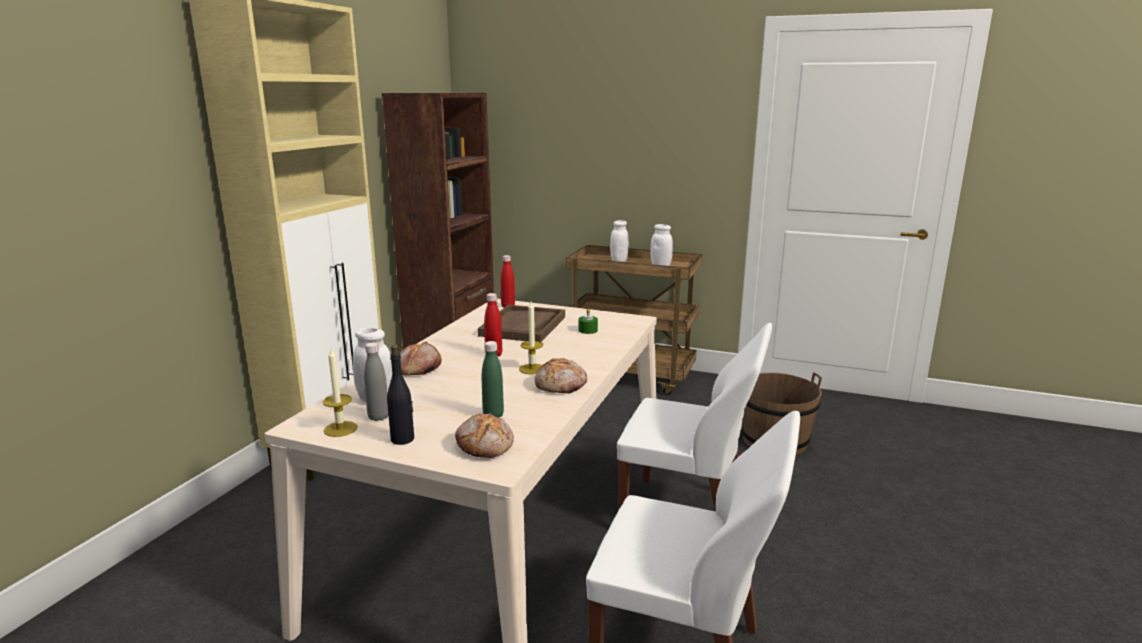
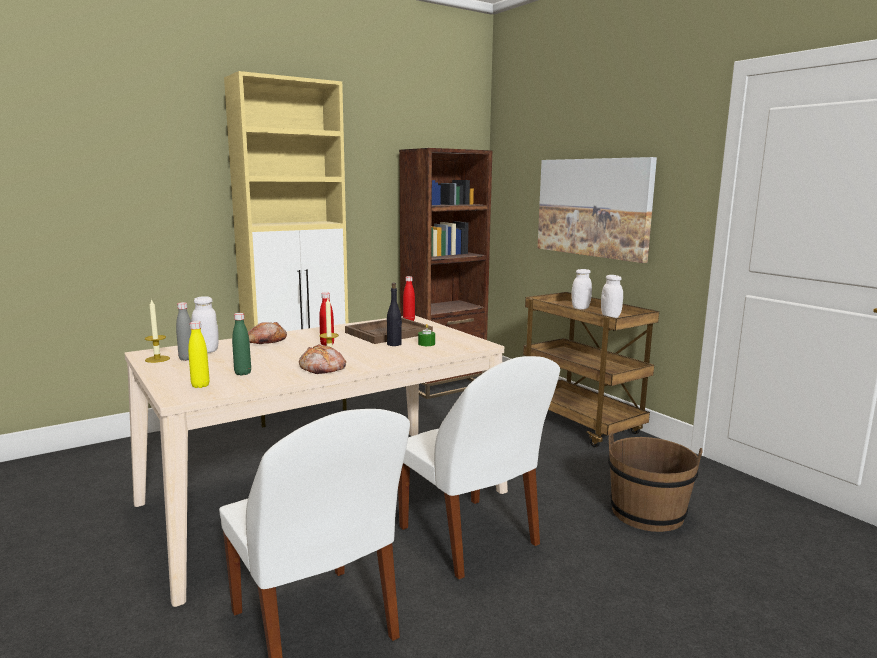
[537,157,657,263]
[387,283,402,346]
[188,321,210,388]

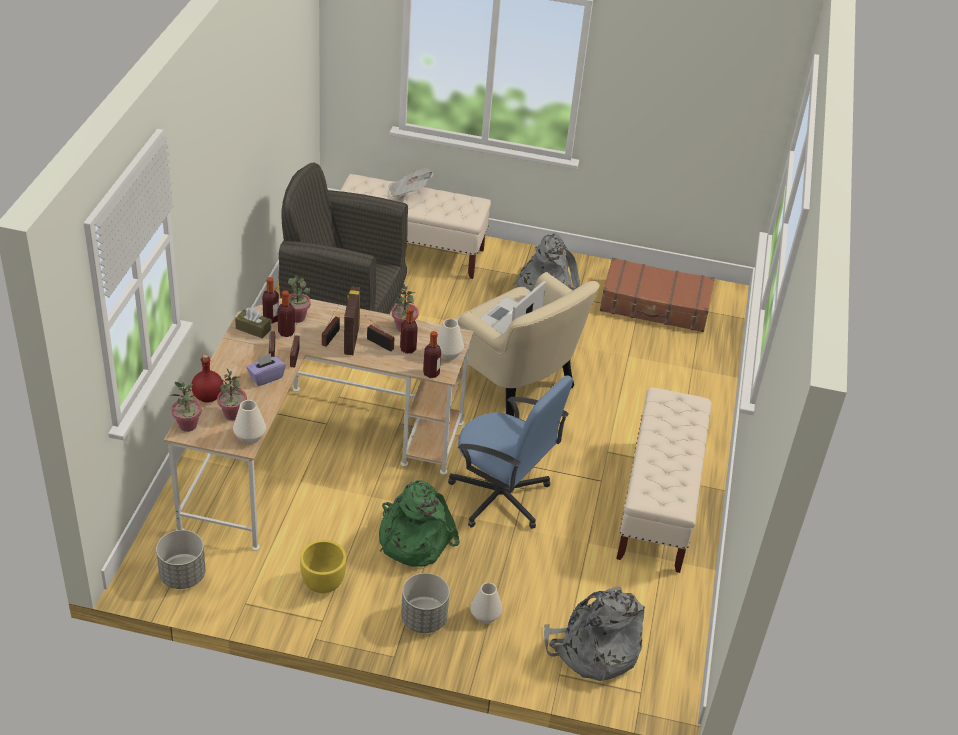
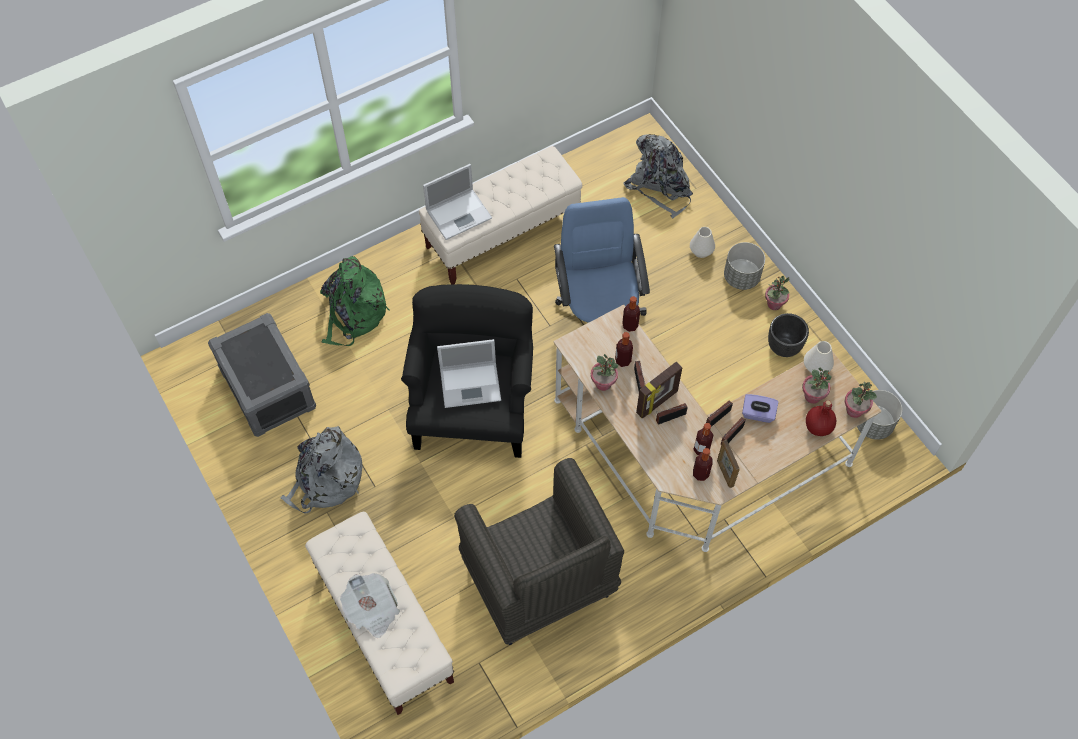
[437,319,464,360] (first image)
[423,164,492,240]
[765,276,789,310]
[320,256,390,346]
[717,440,740,488]
[208,313,316,437]
[768,313,809,357]
[401,284,533,458]

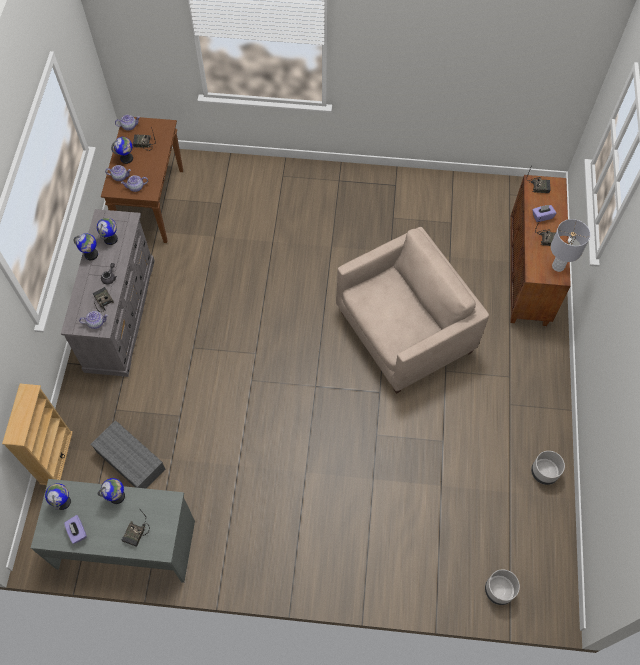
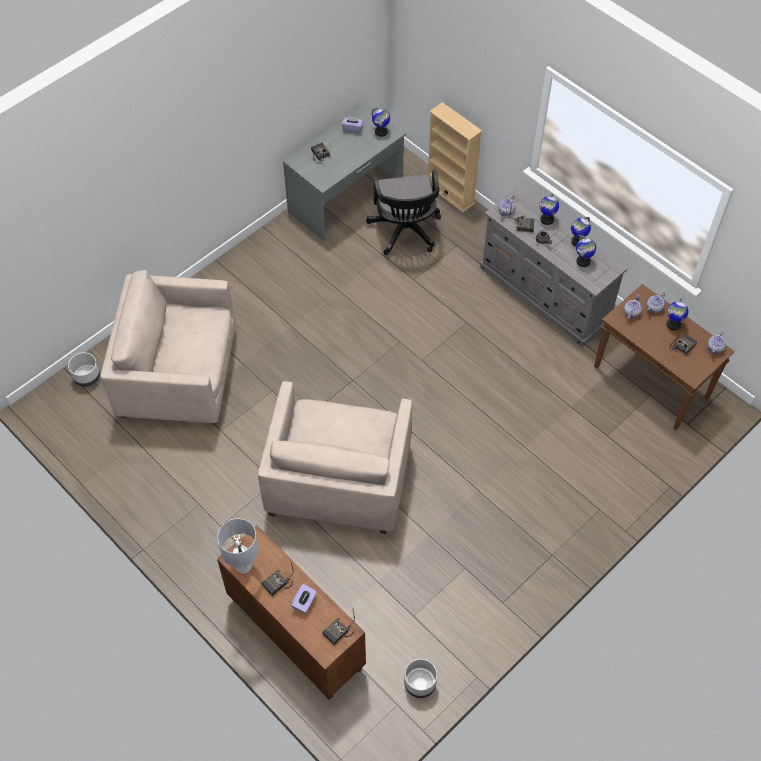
[101,270,236,425]
[540,193,559,225]
[404,659,437,698]
[366,170,441,255]

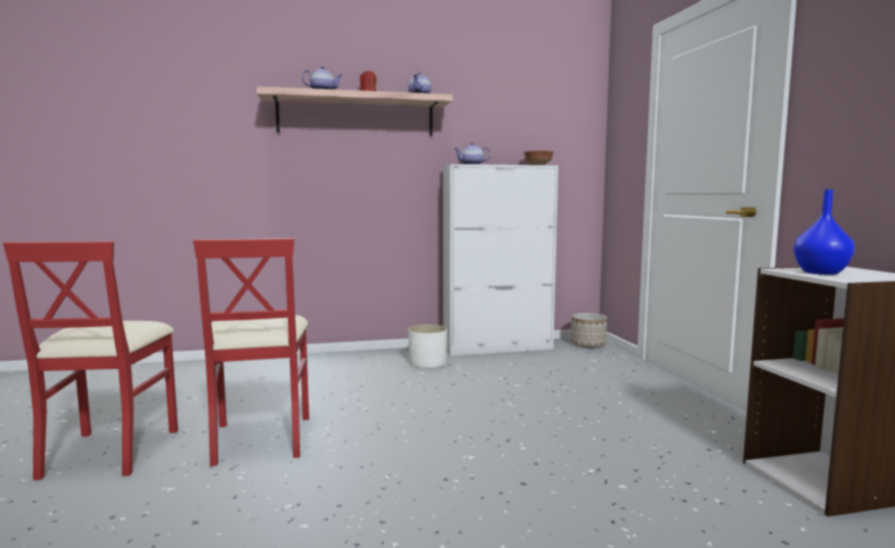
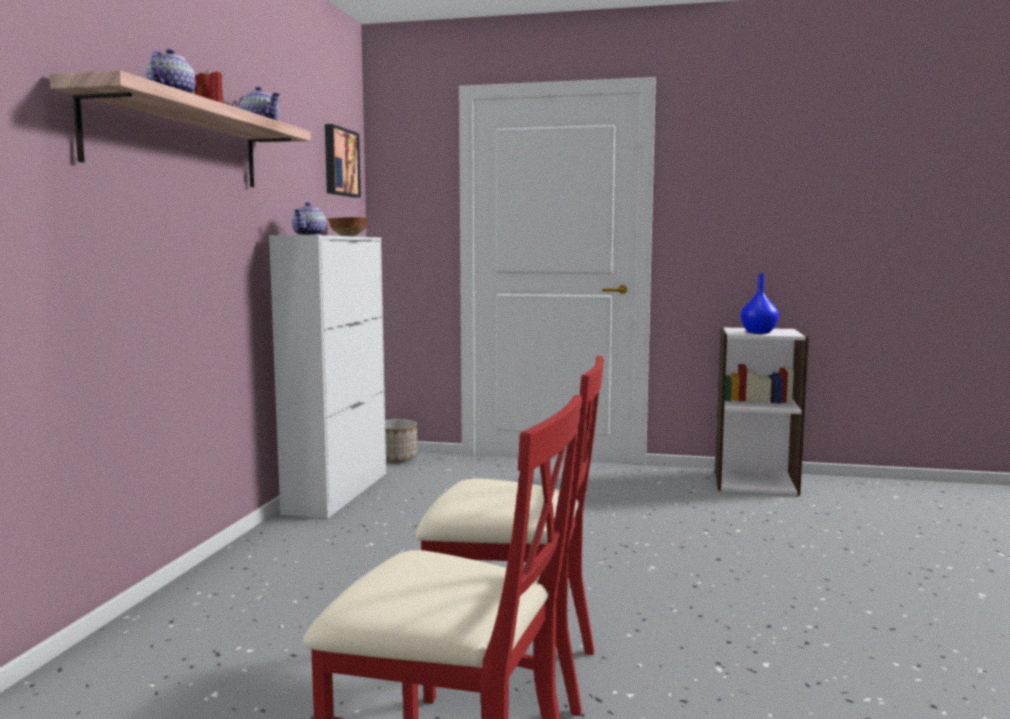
[408,324,447,368] (first image)
[325,124,361,197]

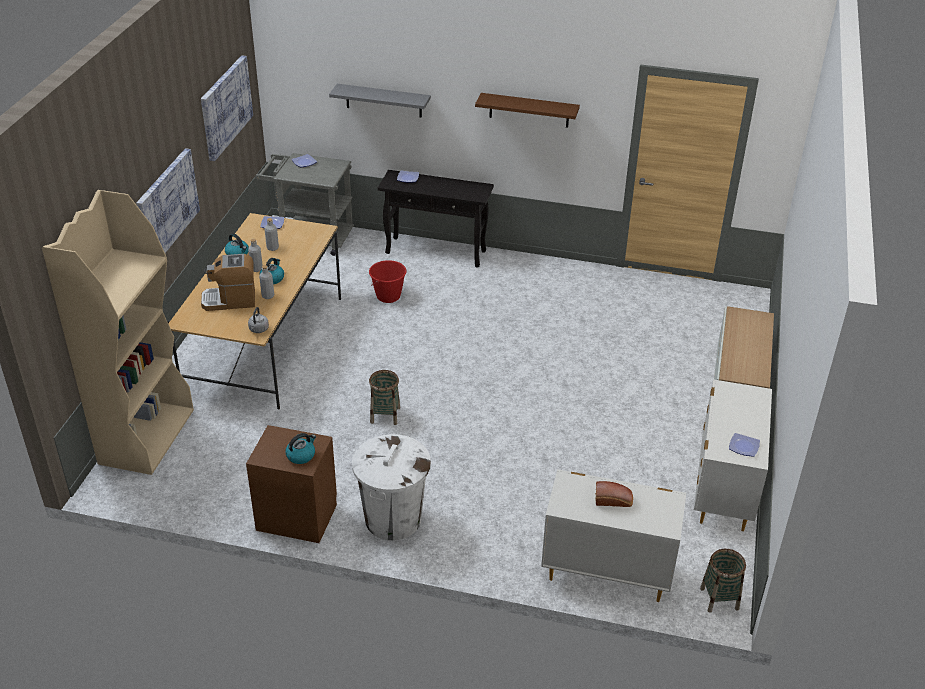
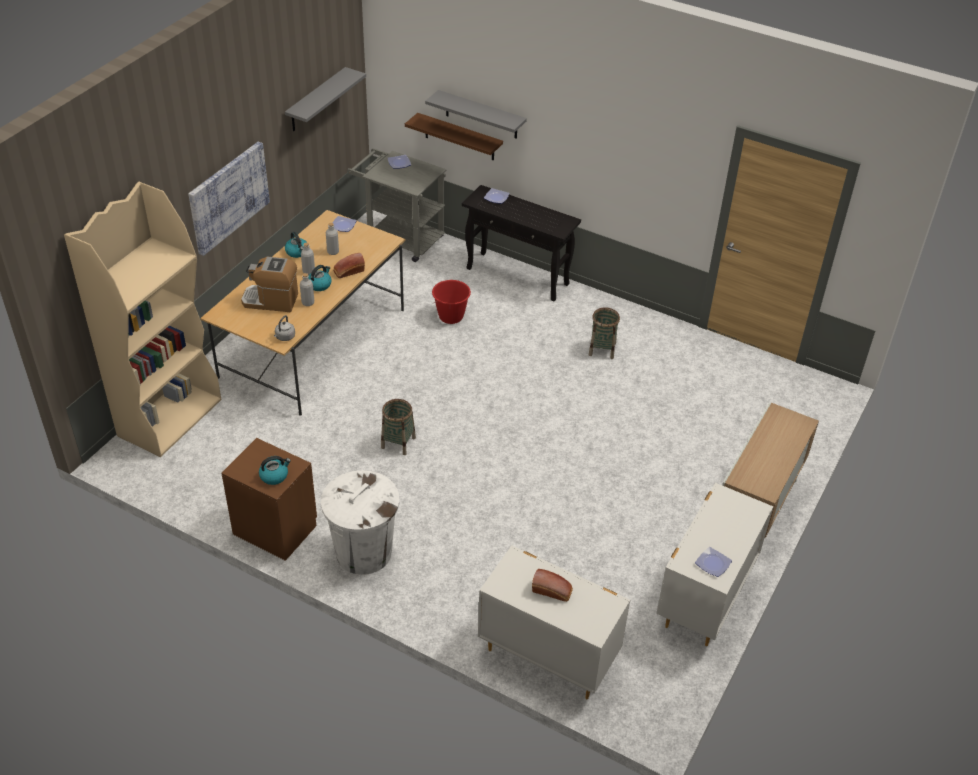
[333,253,365,278]
[405,113,503,161]
[589,307,620,359]
[285,67,366,131]

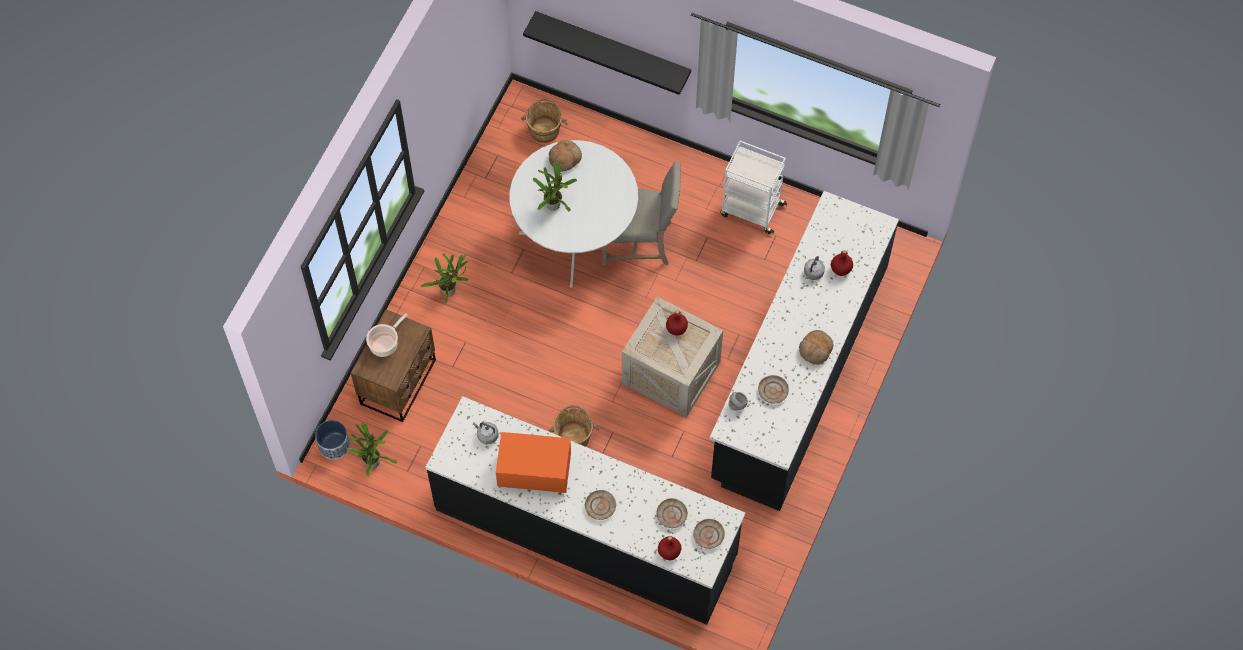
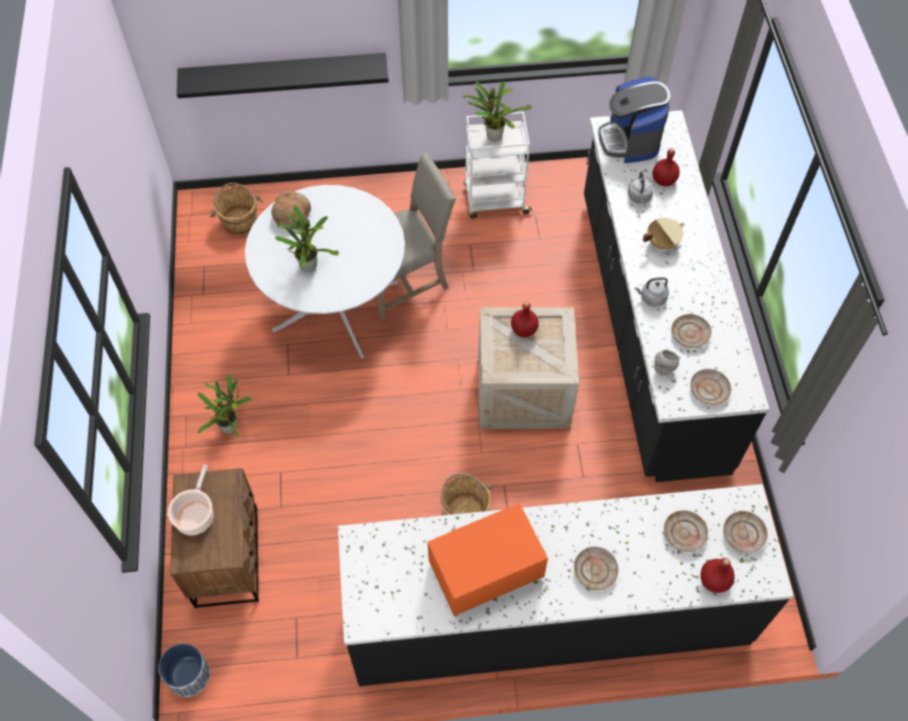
[799,330,834,365] (first image)
[598,77,670,163]
[643,218,685,250]
[690,369,731,405]
[463,81,532,141]
[635,277,669,307]

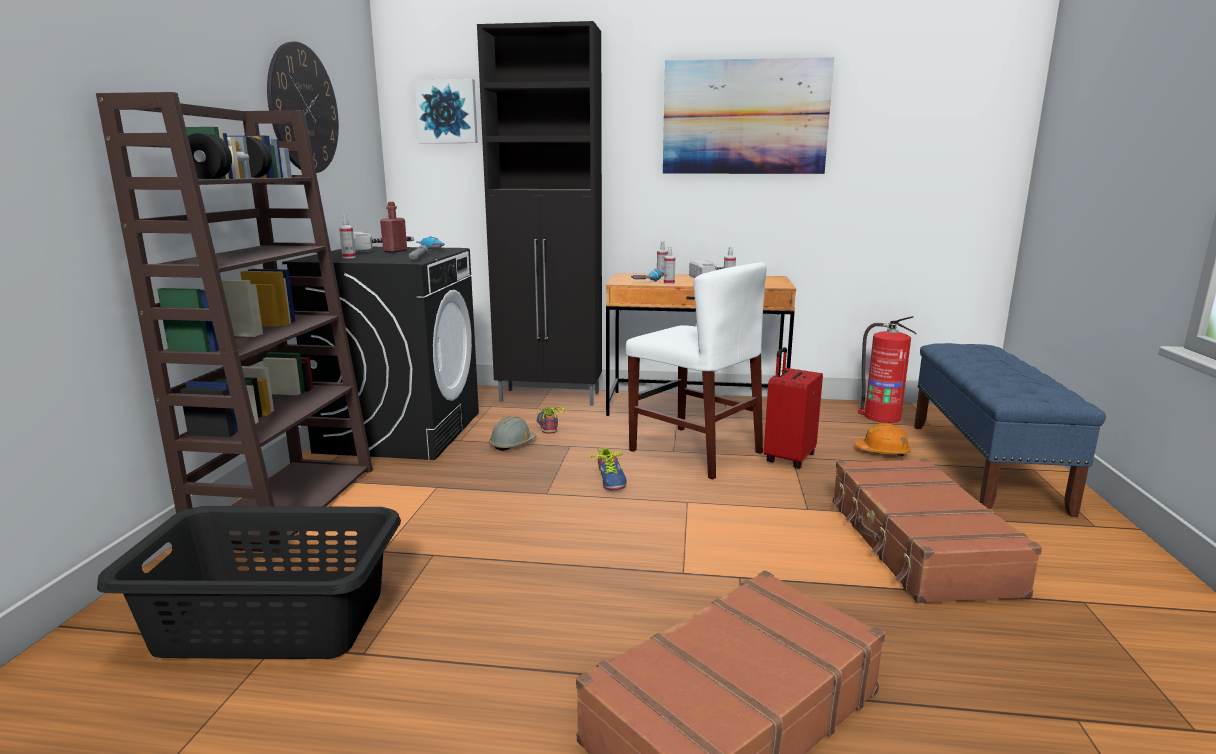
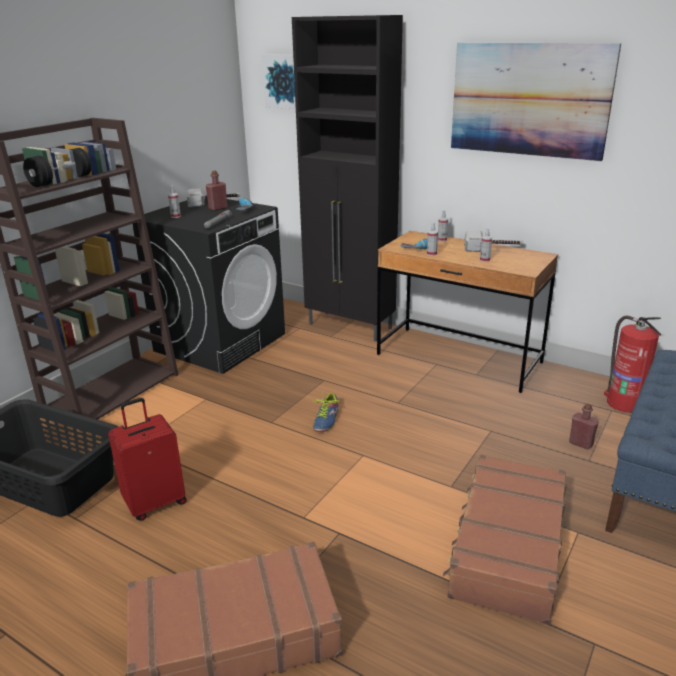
[267,42,339,173] (first image)
[489,416,537,451] (first image)
[537,407,565,434] (first image)
[626,262,767,480] (first image)
[108,398,187,521]
[569,403,599,449]

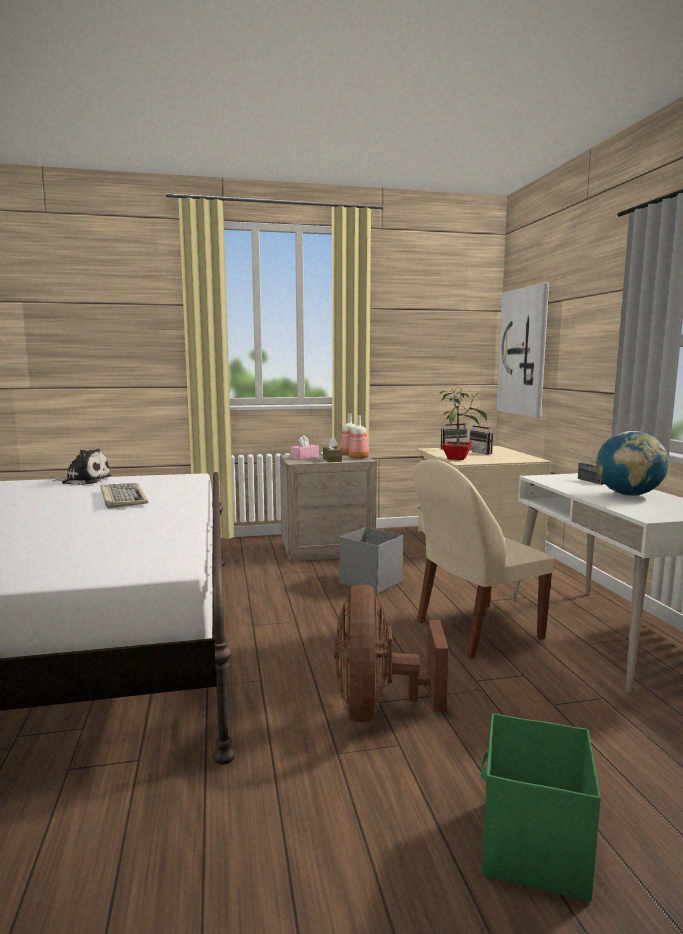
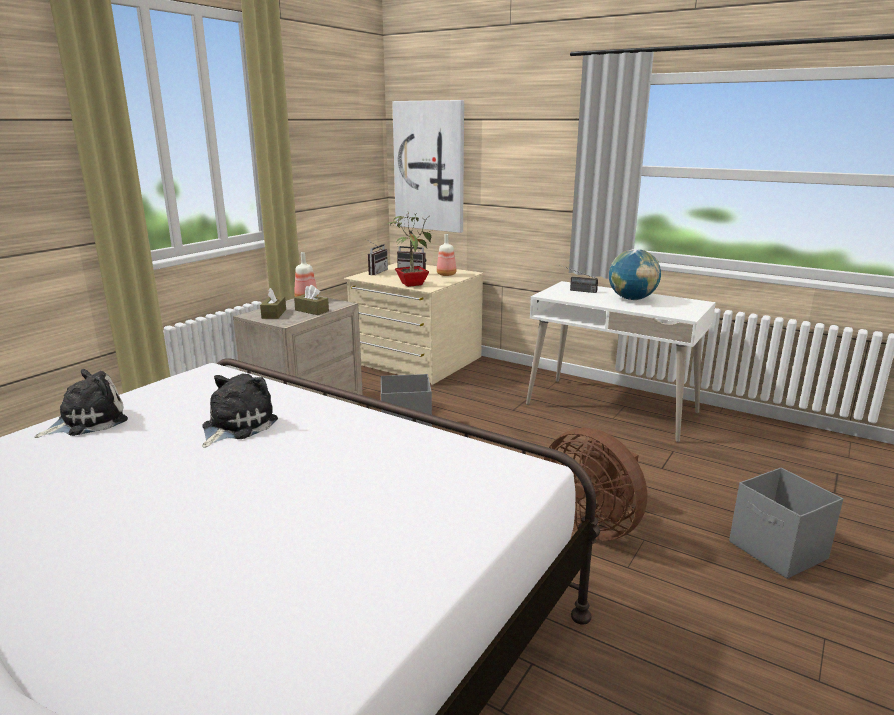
[412,460,554,659] (first image)
[437,234,456,276]
[202,373,278,448]
[260,288,286,319]
[729,468,843,579]

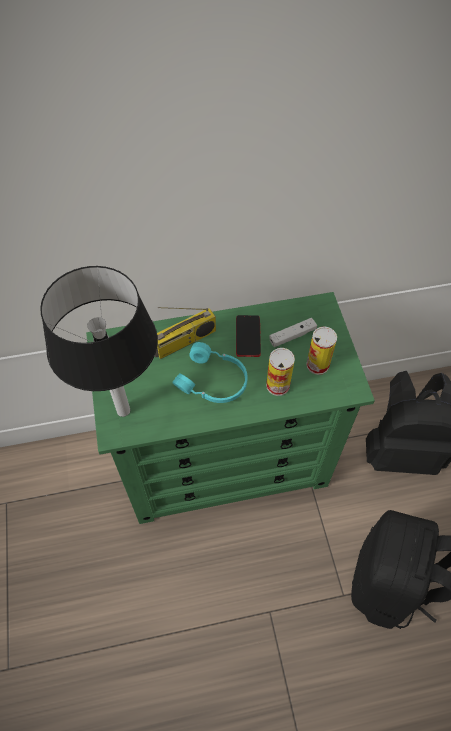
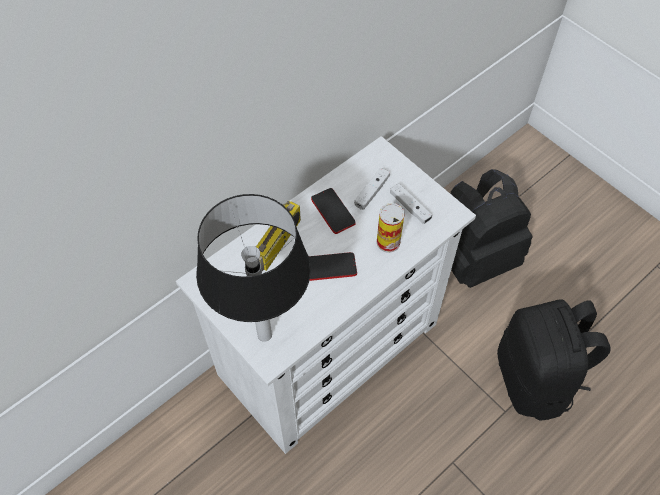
[309,252,357,281]
[390,183,432,224]
[176,136,476,454]

